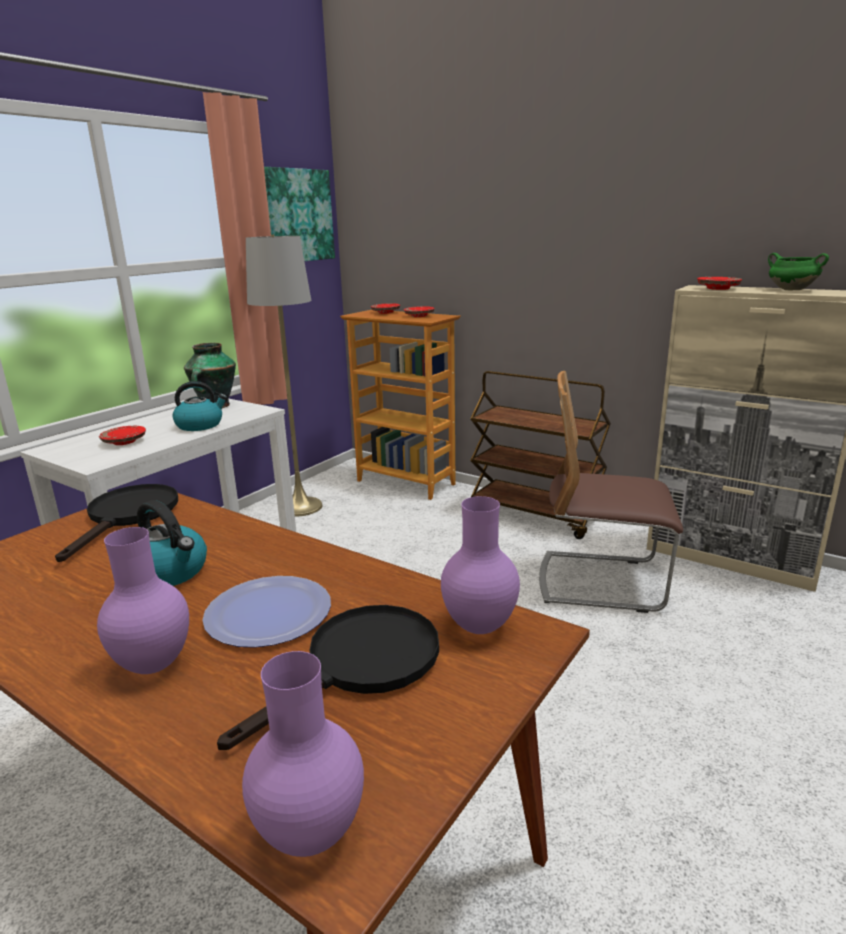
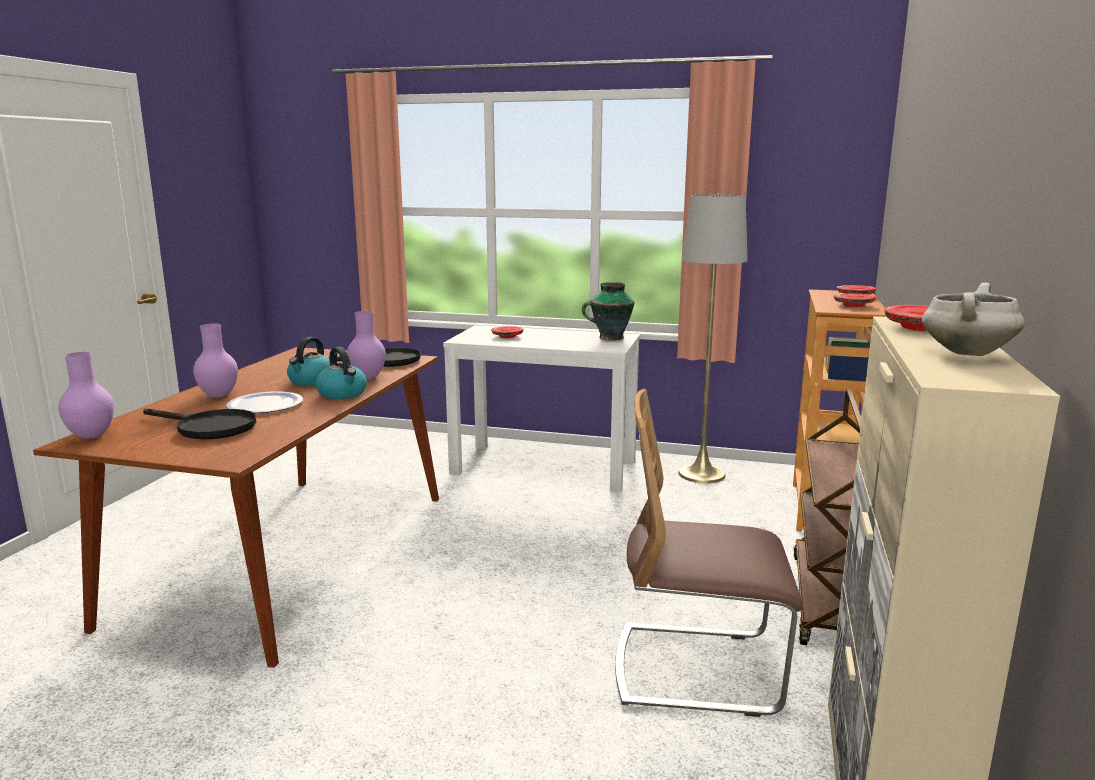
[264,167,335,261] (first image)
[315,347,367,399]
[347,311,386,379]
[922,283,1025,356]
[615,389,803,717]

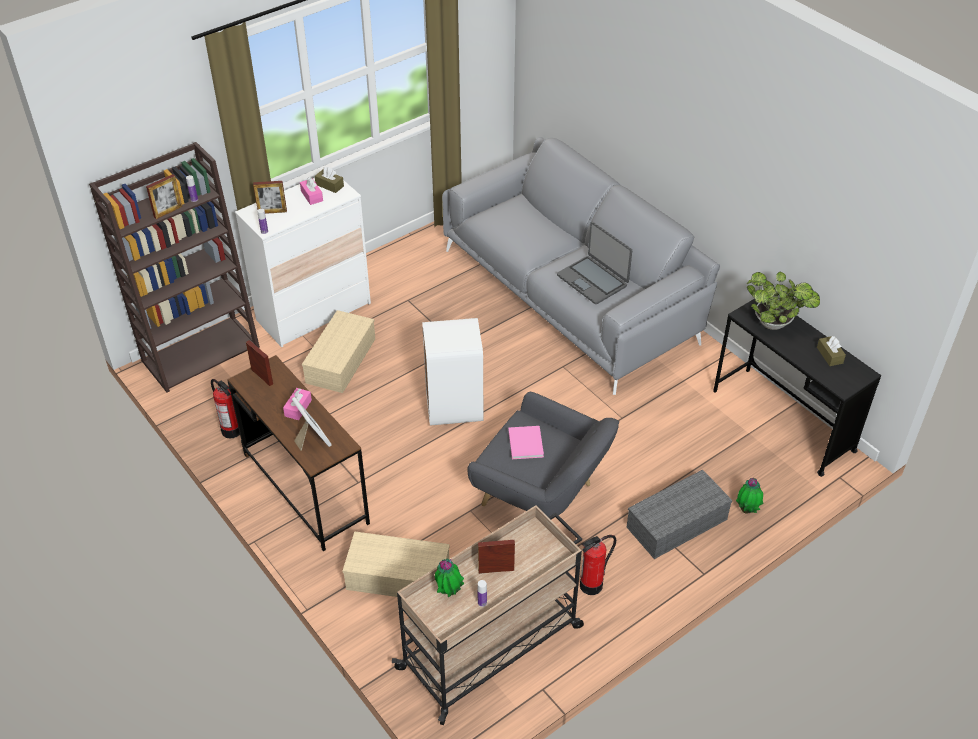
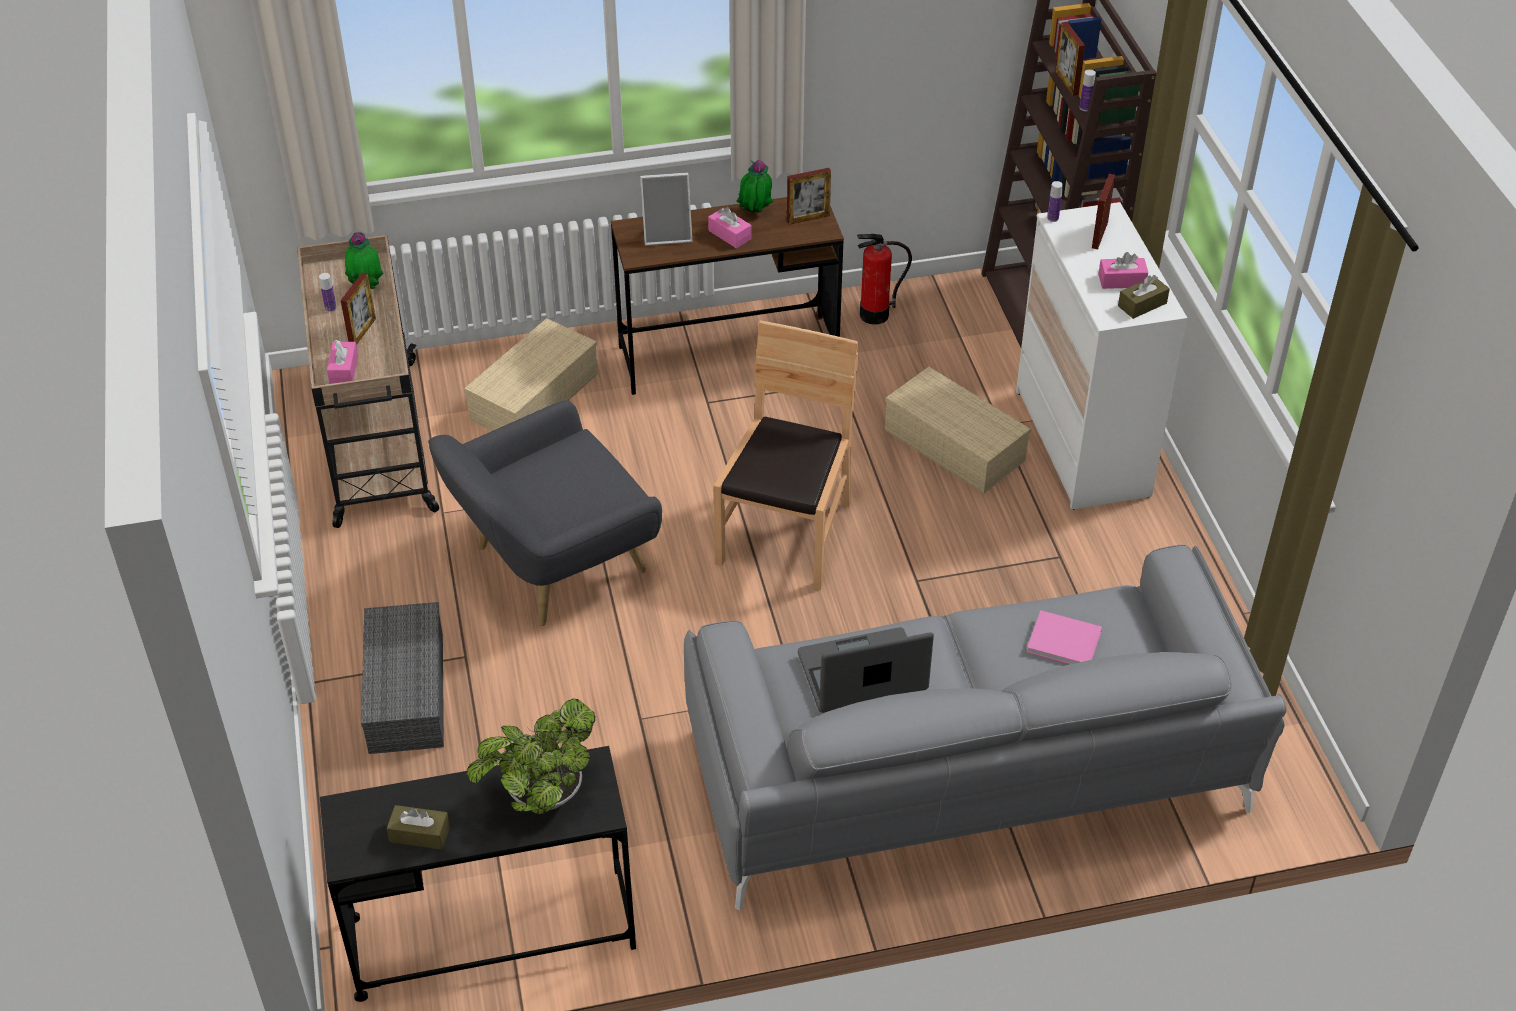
[580,535,616,595] (first image)
[327,340,358,384]
[1026,610,1102,664]
[736,160,773,213]
[713,320,858,590]

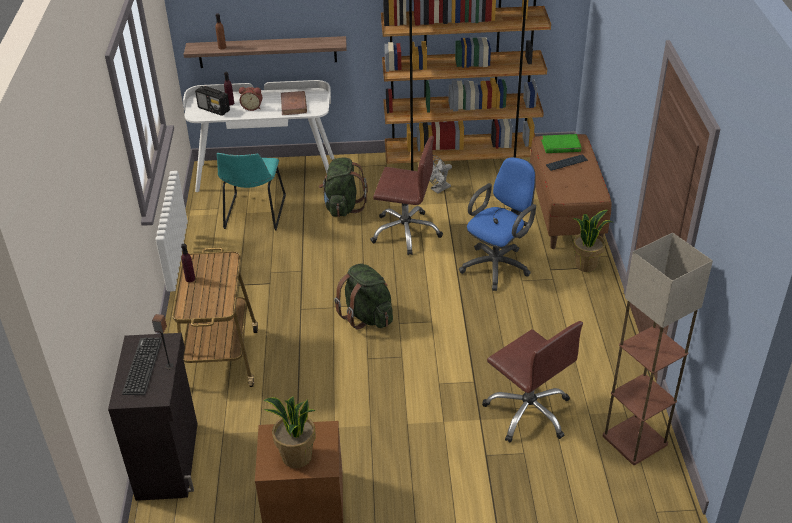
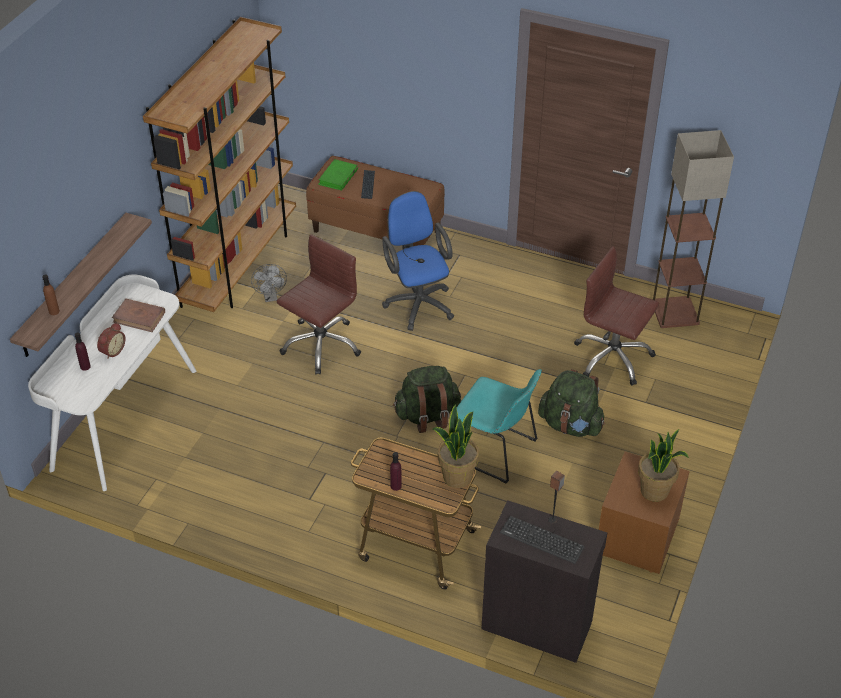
[195,86,230,116] (first image)
[457,369,542,484]
[538,369,605,437]
[433,404,479,488]
[574,247,659,386]

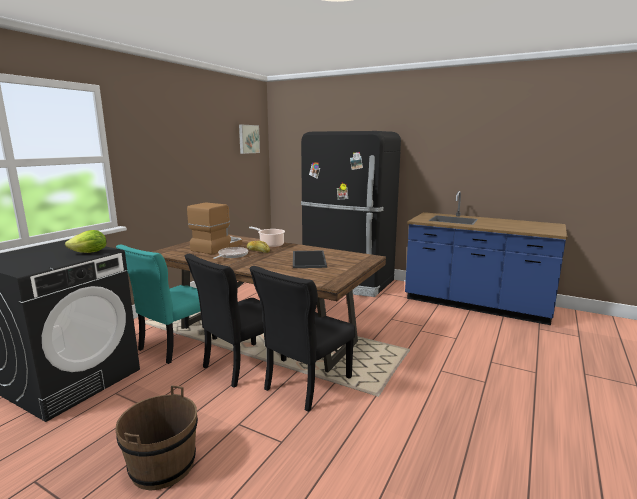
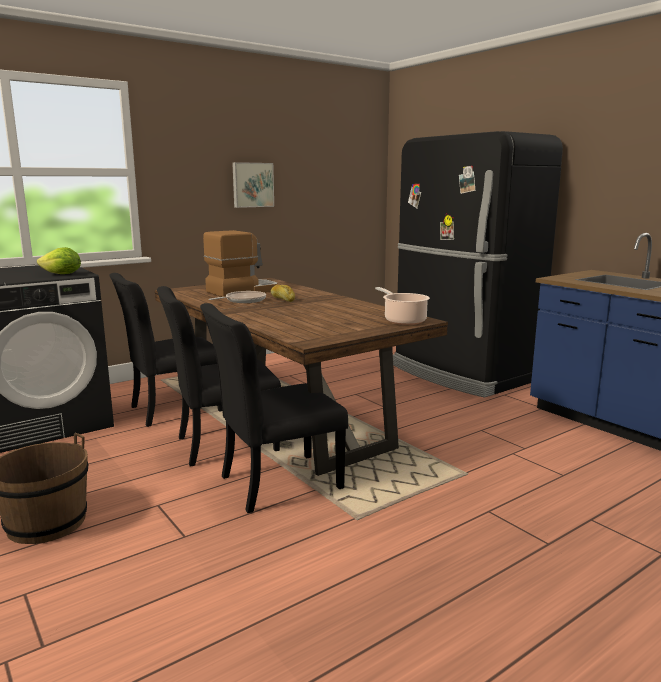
[293,250,327,268] (first image)
[232,162,274,208]
[375,287,430,325]
[109,273,222,427]

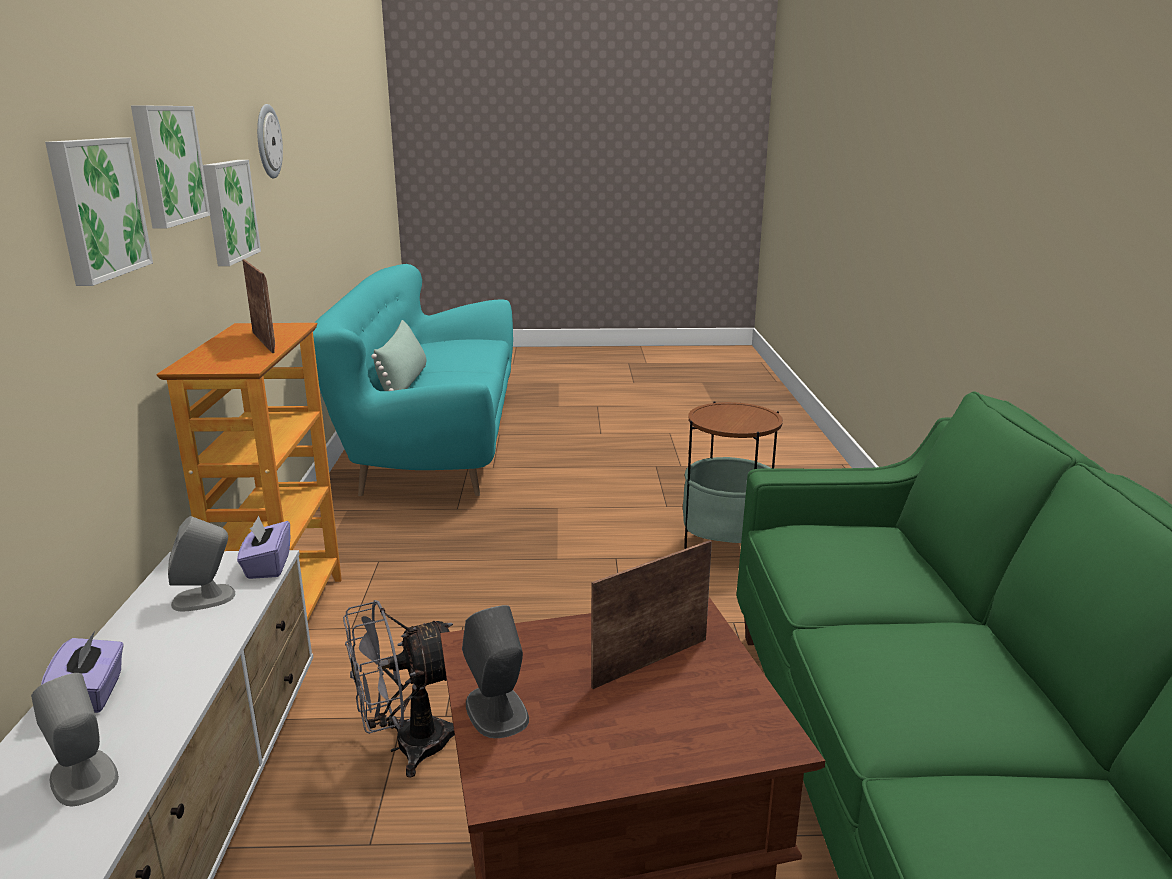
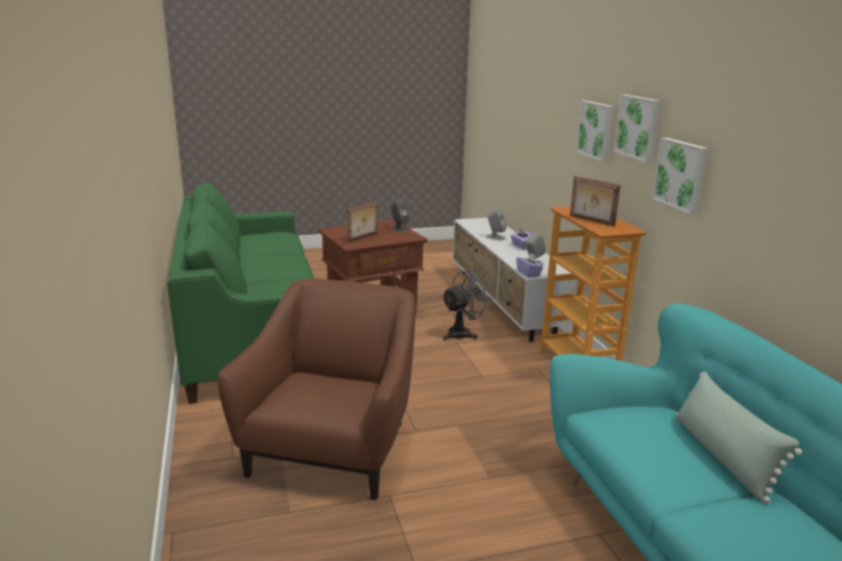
[257,104,283,179] (first image)
[218,278,416,500]

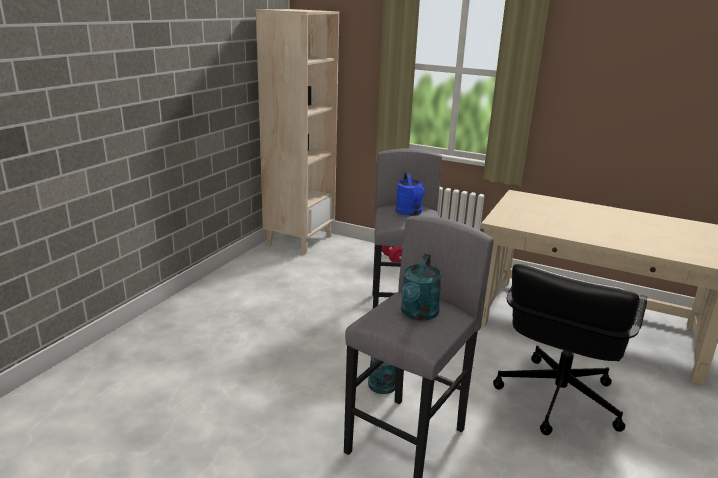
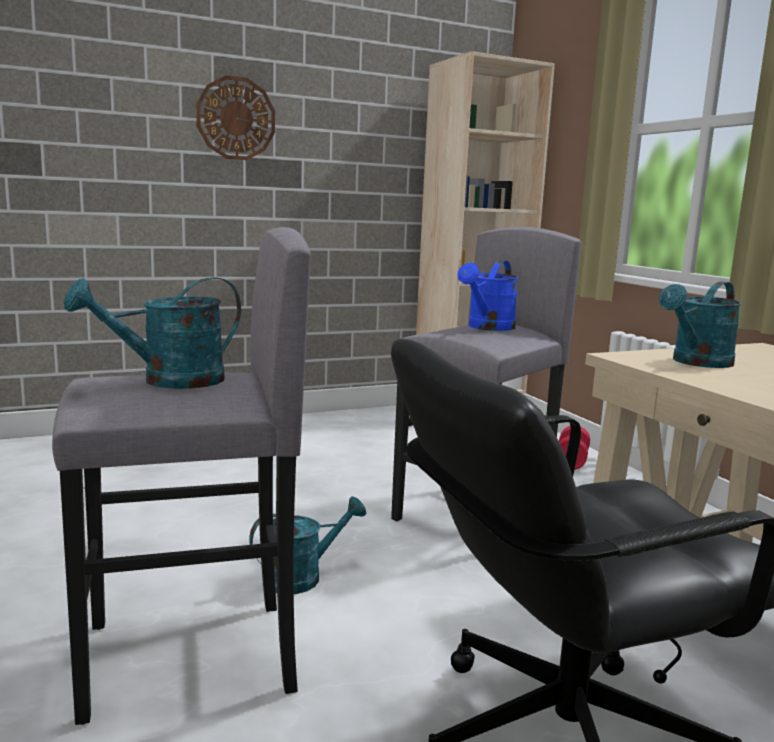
[196,75,275,160]
[659,281,742,368]

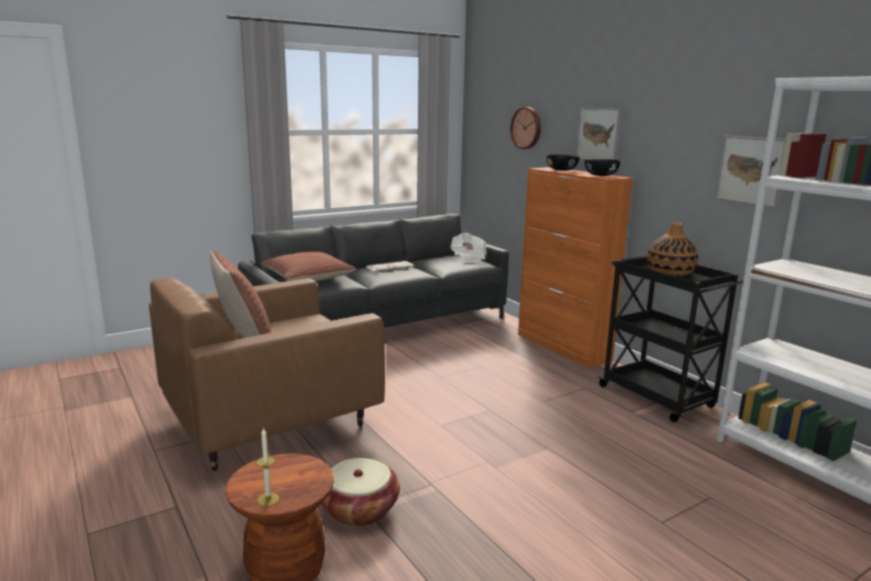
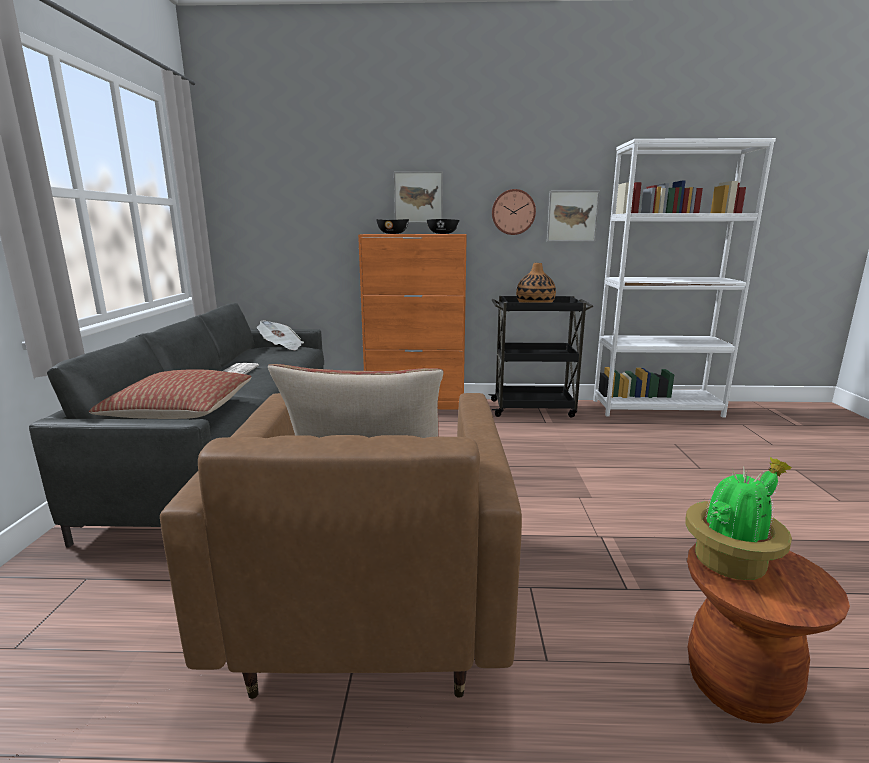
[256,427,279,506] (first image)
[321,458,400,526] (first image)
[685,457,792,580]
[492,189,536,235]

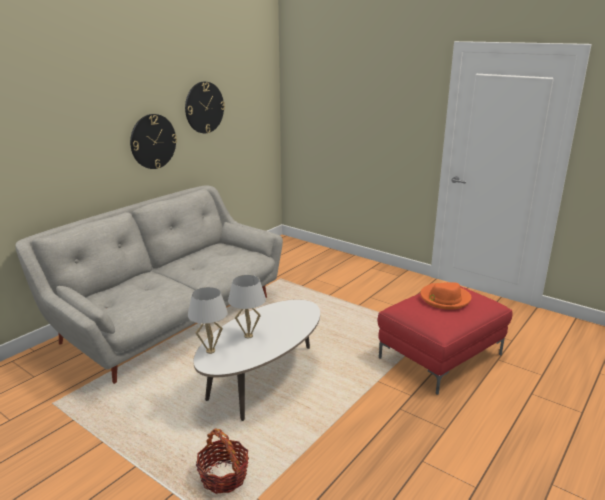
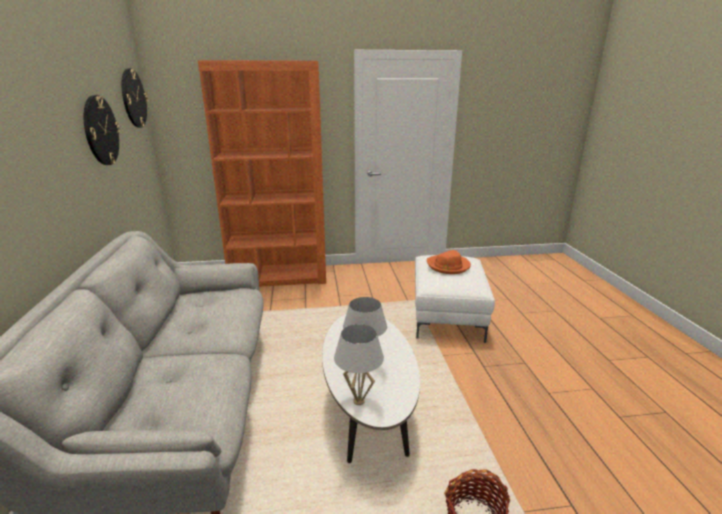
[198,60,326,287]
[122,68,148,128]
[415,255,495,343]

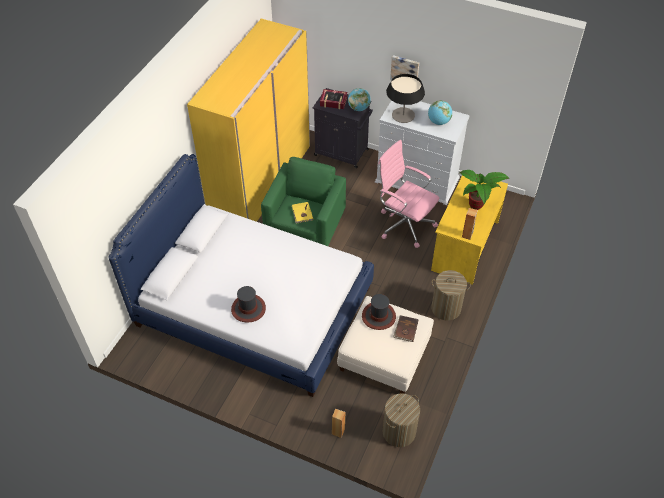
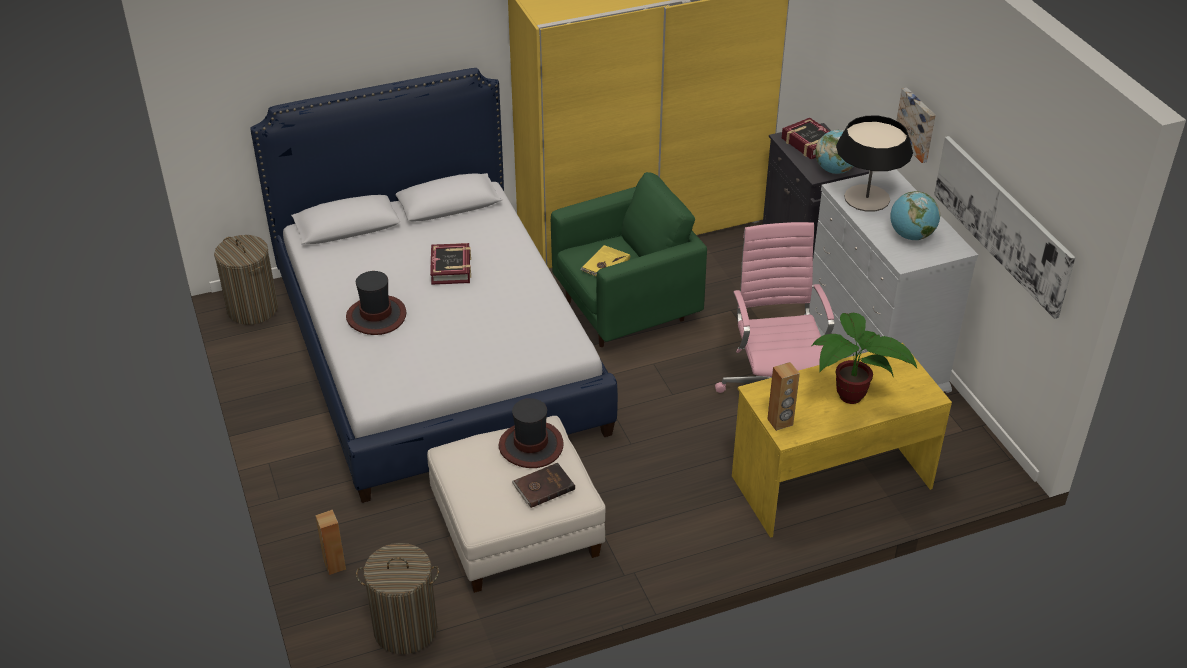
[430,243,471,285]
[934,136,1076,319]
[214,235,278,325]

